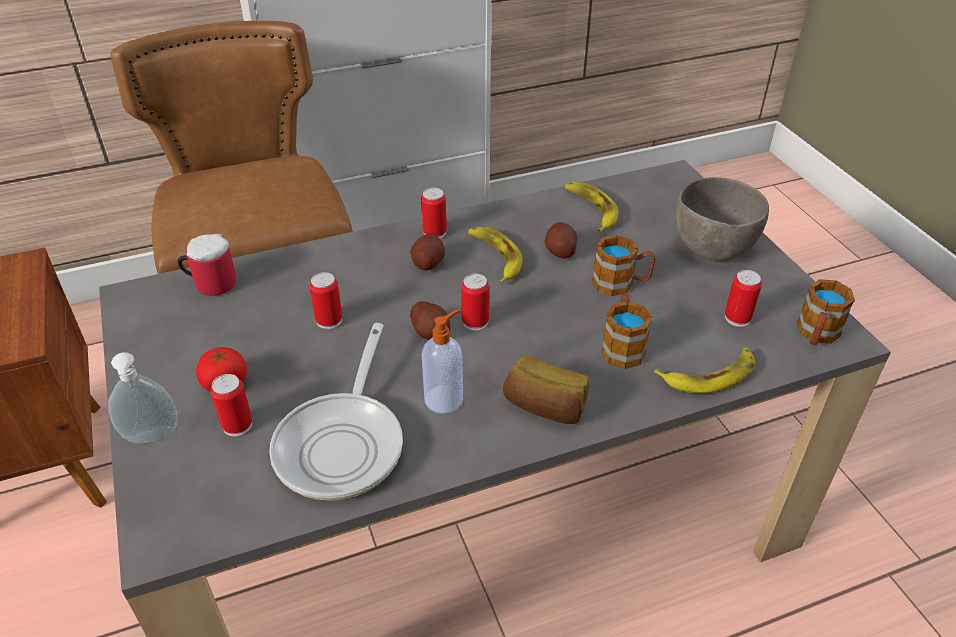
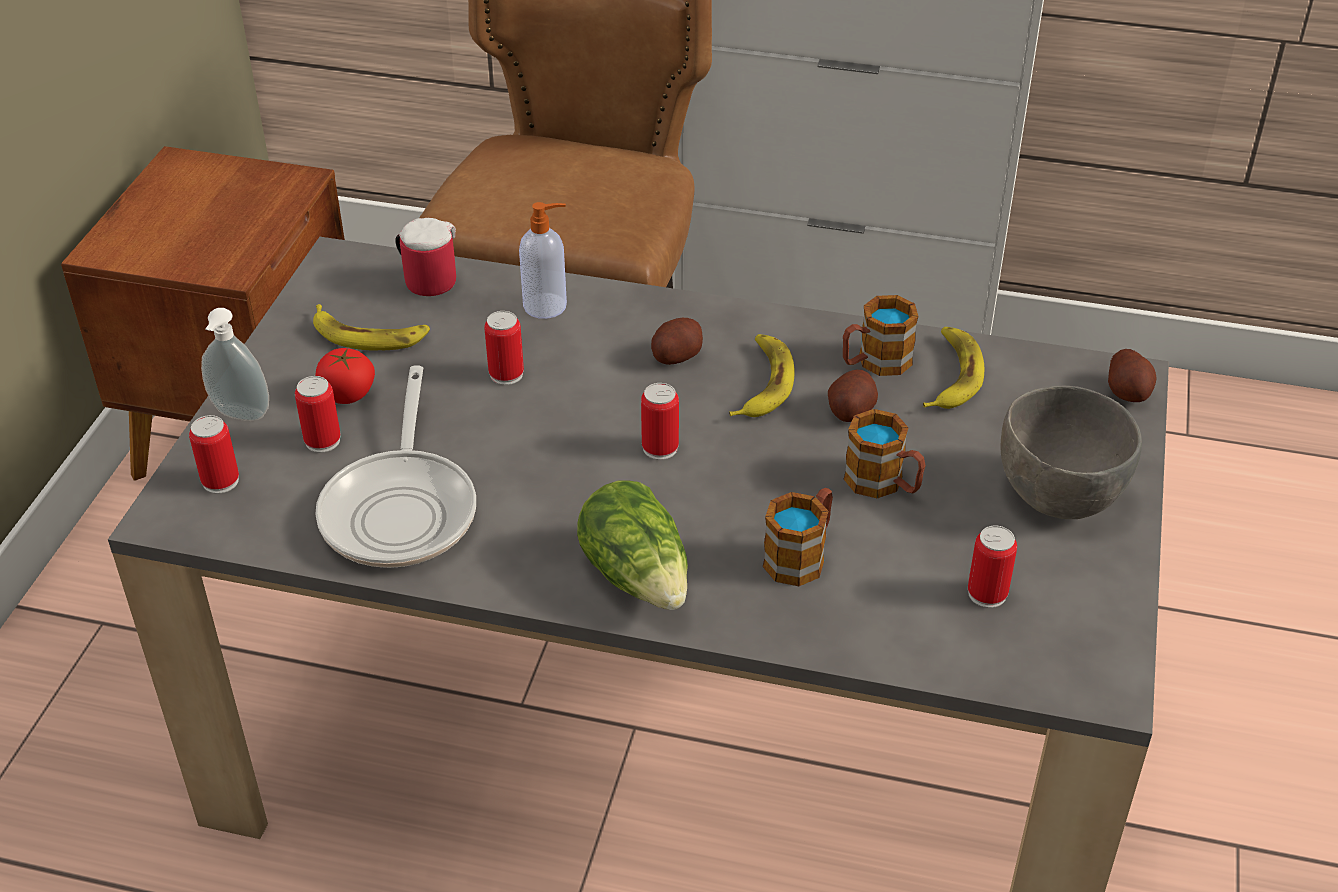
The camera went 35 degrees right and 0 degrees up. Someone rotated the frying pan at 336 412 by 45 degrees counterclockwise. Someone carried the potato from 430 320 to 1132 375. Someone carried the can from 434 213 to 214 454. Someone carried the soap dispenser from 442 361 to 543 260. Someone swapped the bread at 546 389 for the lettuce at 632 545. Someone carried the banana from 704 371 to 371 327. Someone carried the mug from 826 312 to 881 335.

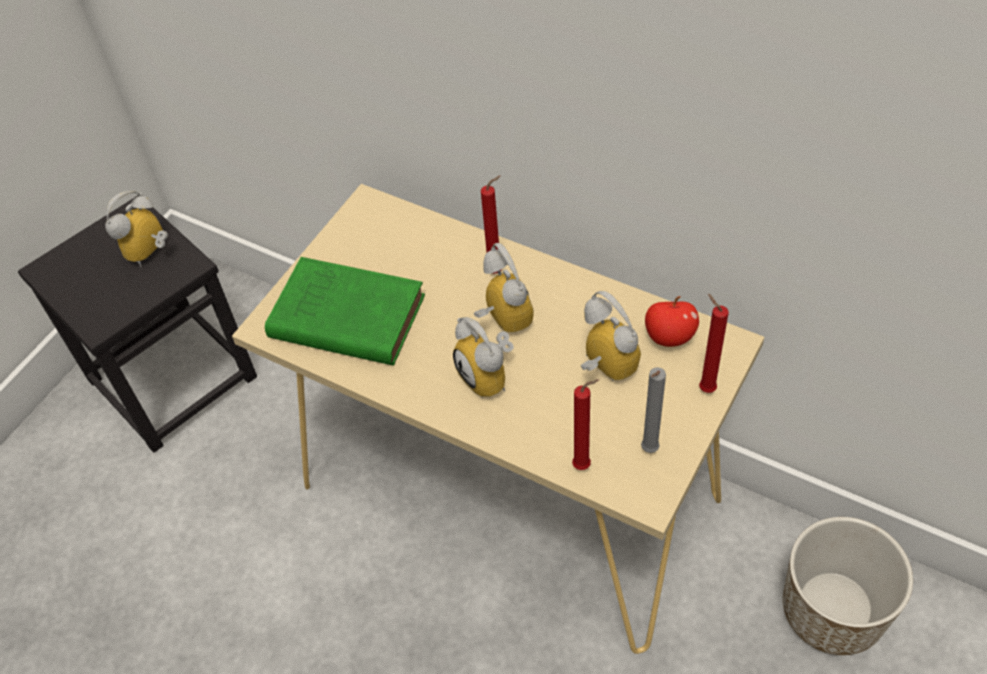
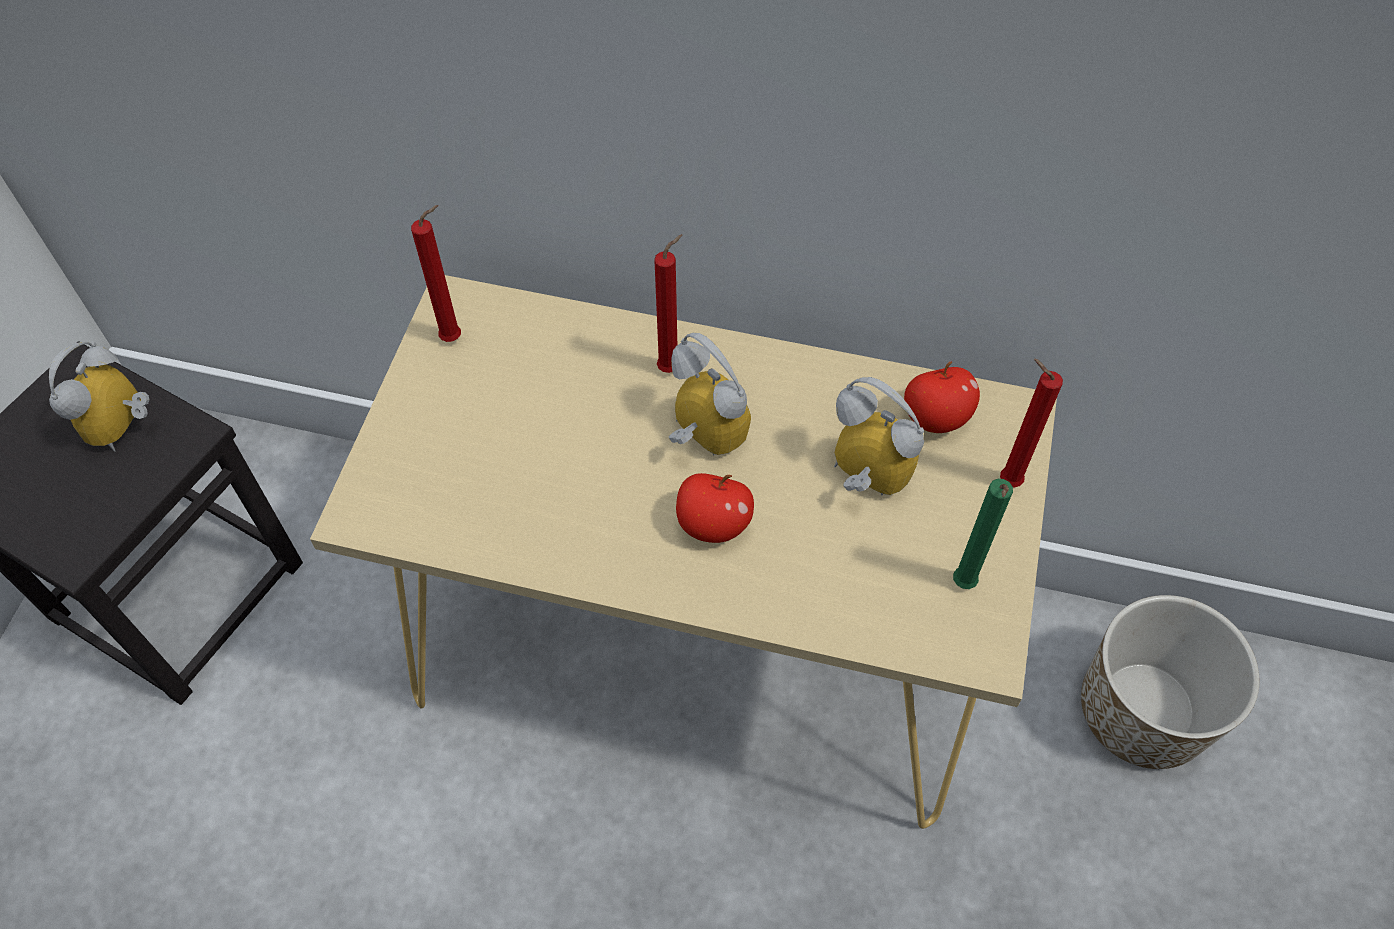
The camera went 20 degrees left and 5 degrees up. Someone took away the green book at 345 311. Someone swapped the alarm clock at 483 357 for the apple at 715 508. Someone carried the red candle from 585 424 to 436 273. Someone repainted the grey candle at 653 410, which became the green candle at 983 534.

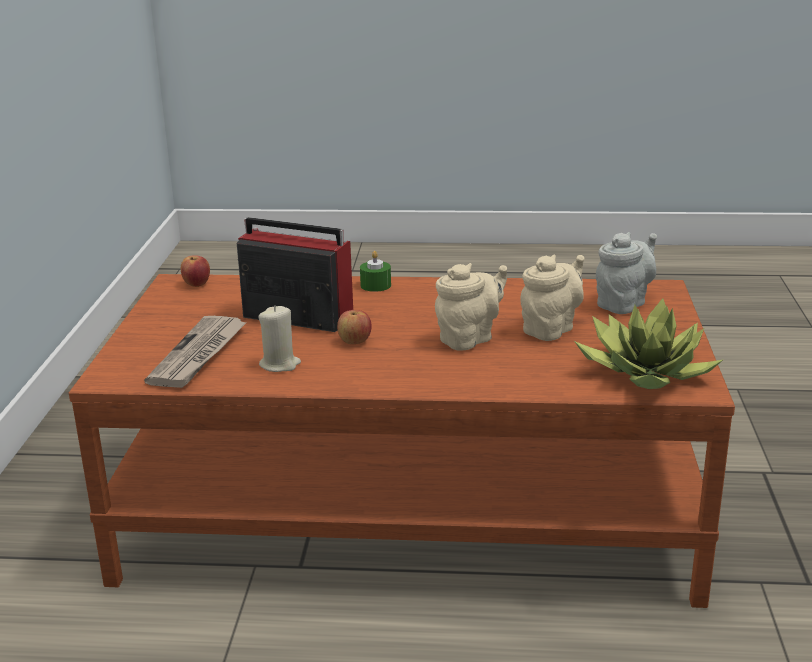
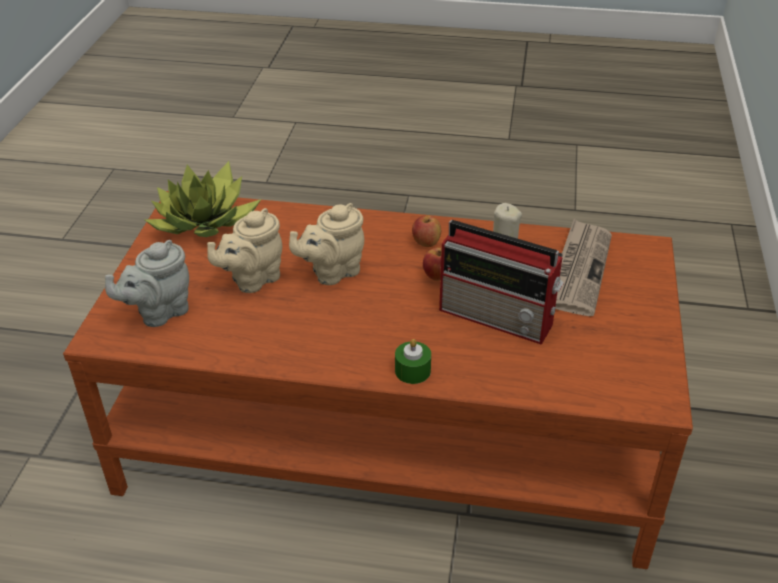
The camera went 175 degrees left and 15 degrees up. Someone carried the apple from 195 271 to 426 231.

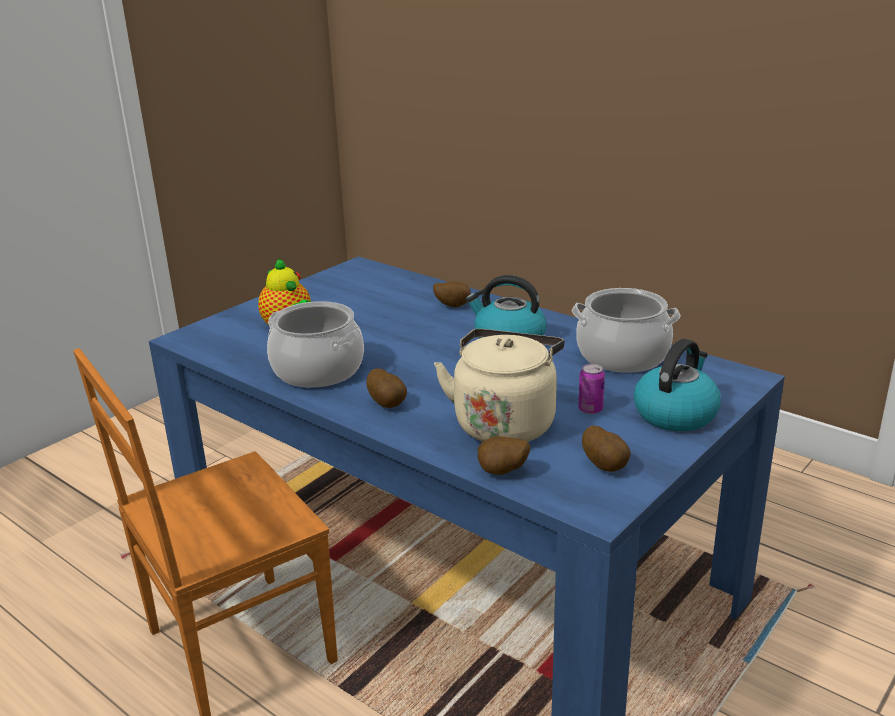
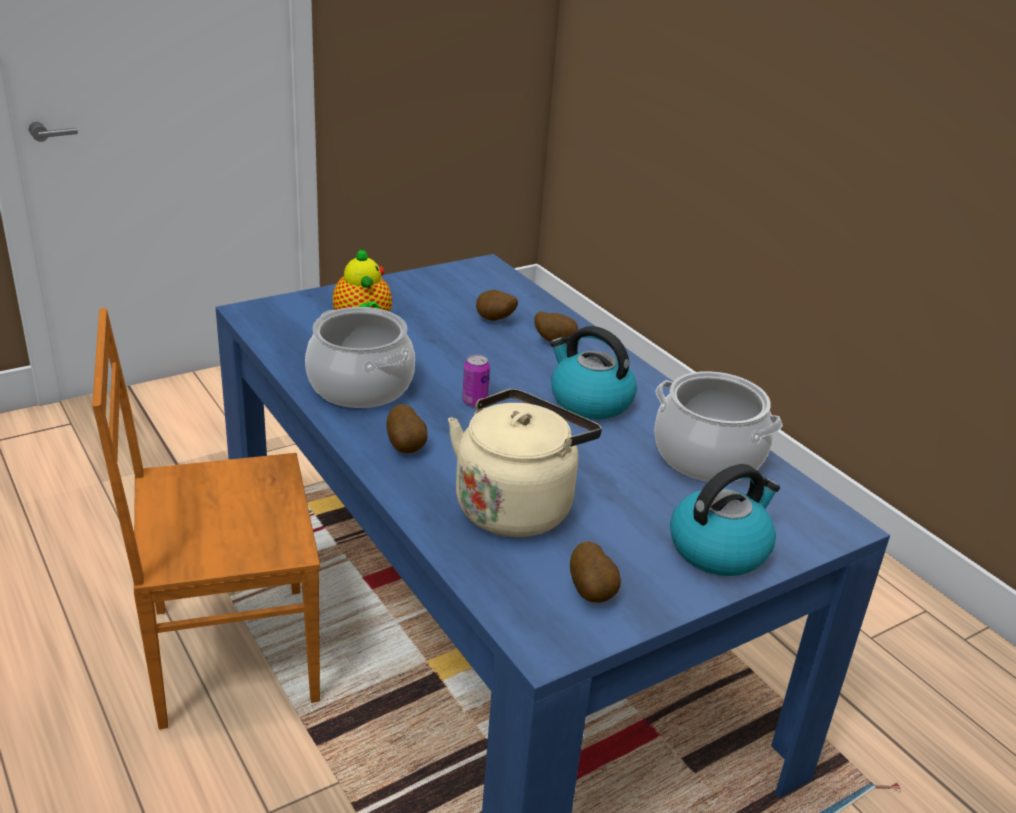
The camera went 15 degrees right and 5 degrees up. Someone carried the potato from 503 455 to 497 305. Someone carried the can from 591 389 to 476 381.

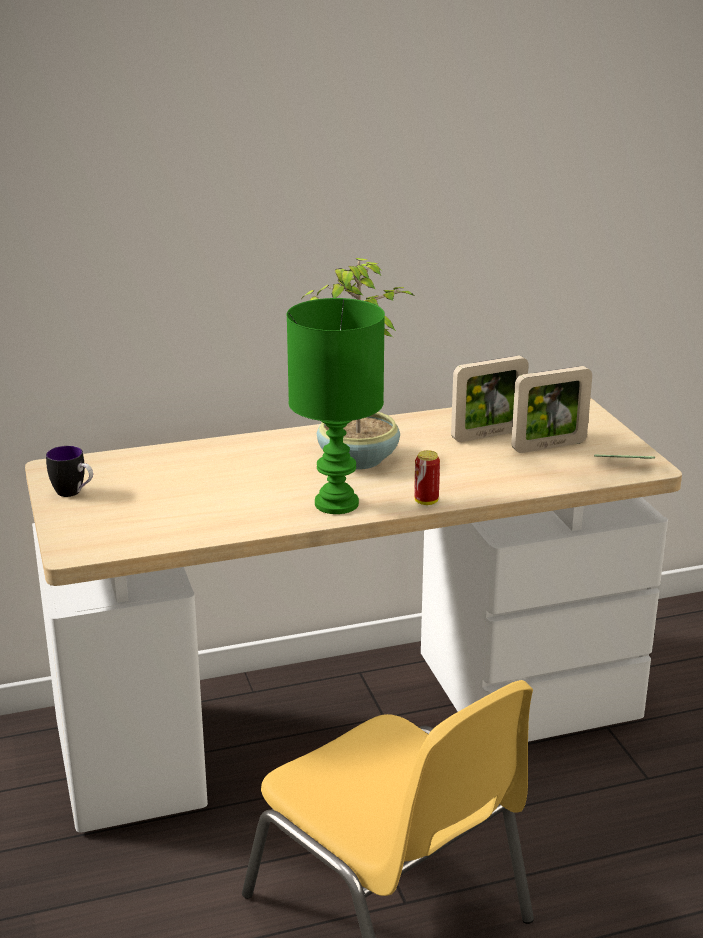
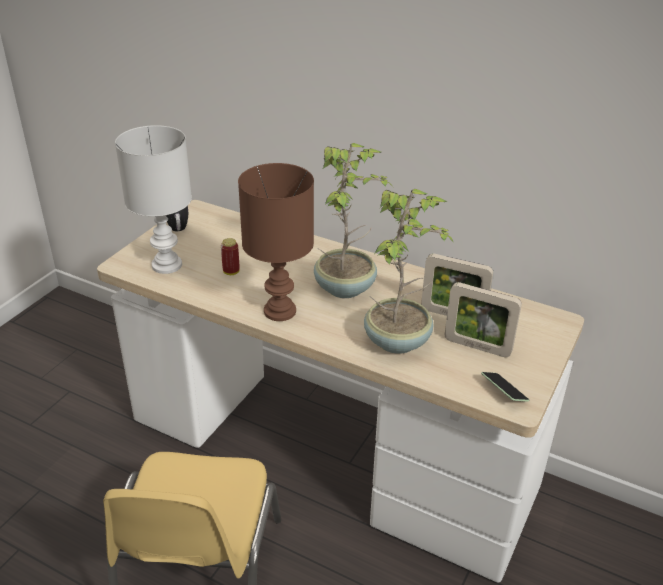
The camera went 45 degrees right and 10 degrees up. Someone repainted the green table lamp at 335 406, which became the brown table lamp at 276 242. Someone carried the can from 427 477 to 230 256. Someone put down the white table lamp at 153 199. Someone put down the potted plant at 408 271.

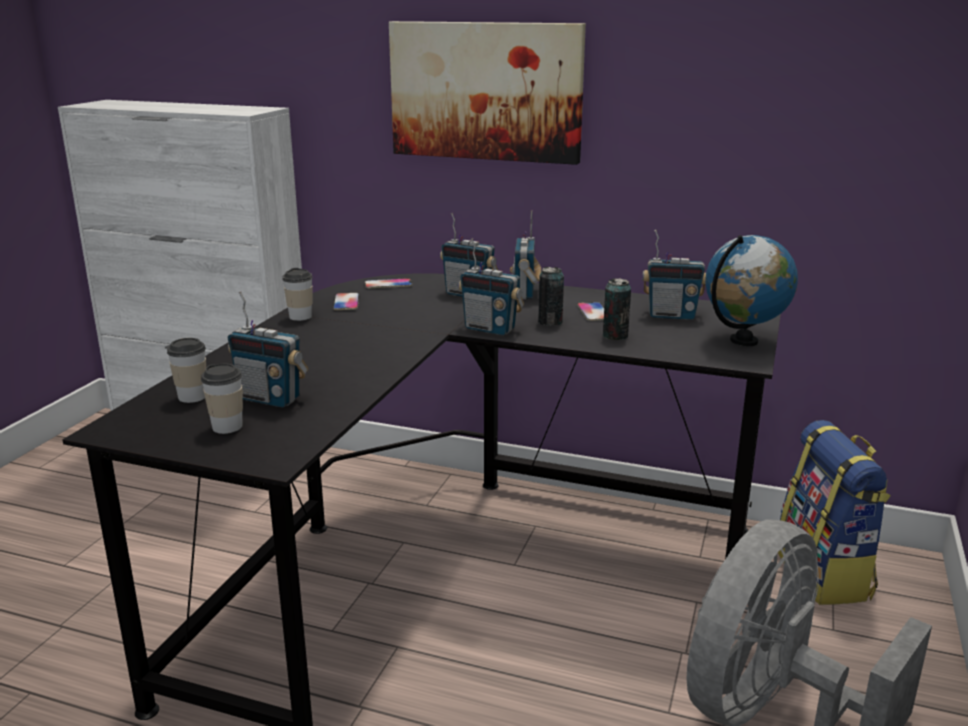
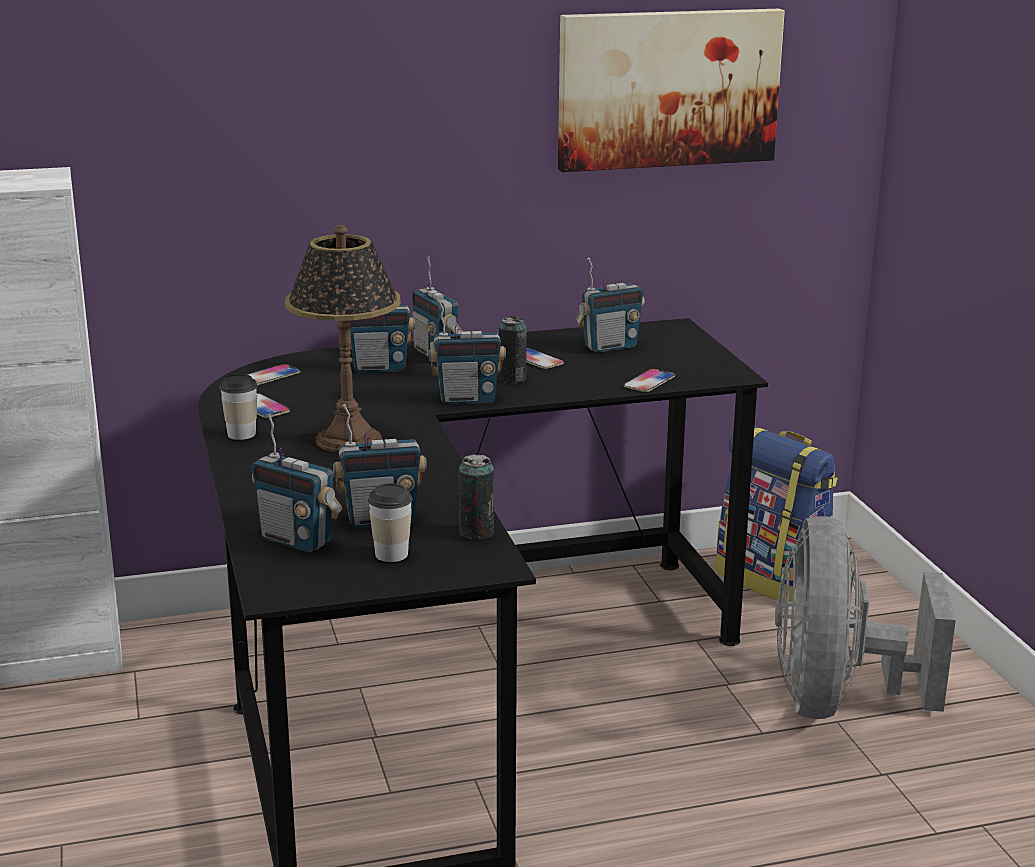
The camera went 35 degrees left and 0 degrees up. Someone swapped the cup at 186 370 for the radio at 297 482. Someone carried the picture from 487 93 to 671 90. Someone carried the can from 616 309 to 476 496. Someone took away the globe at 751 290. Someone put down the table lamp at 343 339. Someone put down the phone at 649 380.

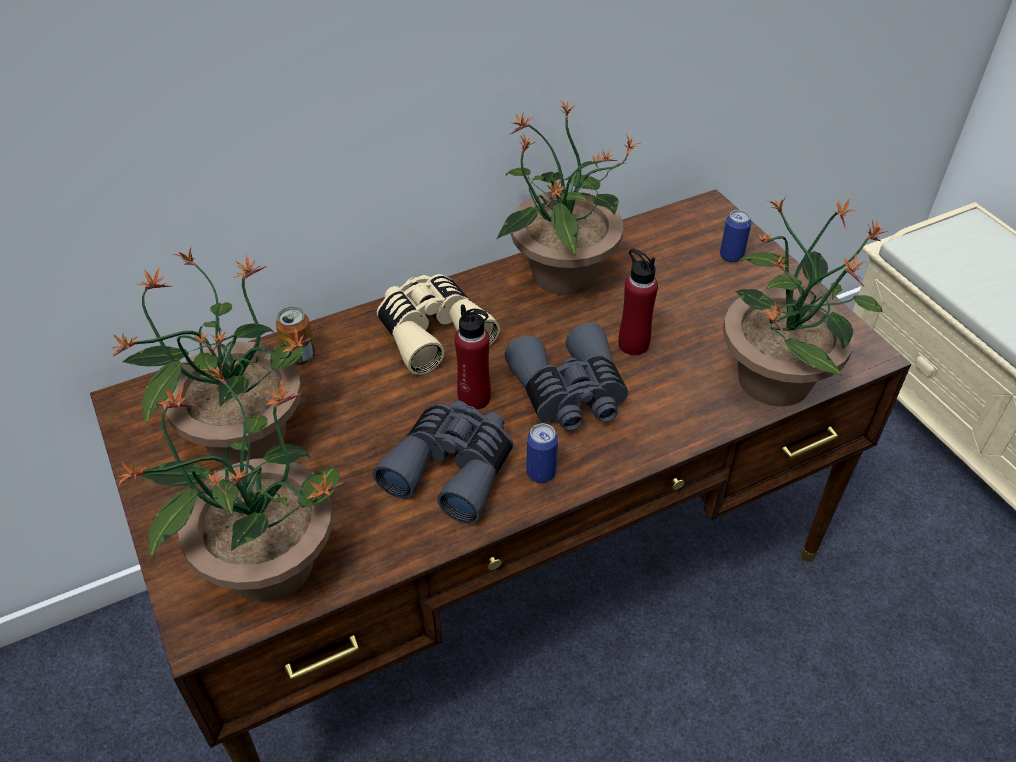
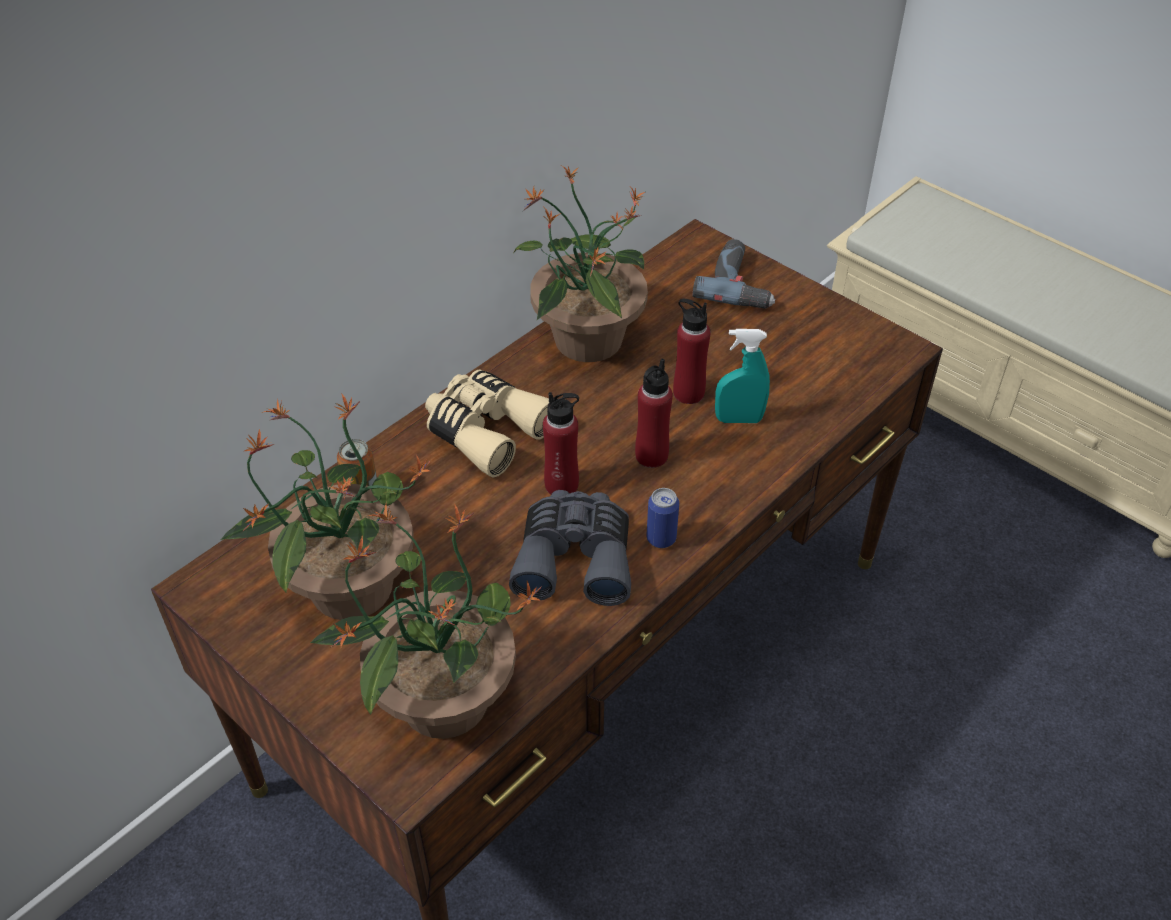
The camera went 20 degrees left and 0 degrees up. Someone swapped the grey binoculars at 566 376 for the red bottle at 654 413. Someone swapped the can at 736 236 for the power drill at 734 274. Someone took away the potted plant at 805 302. Someone put down the turquoise spray bottle at 742 376.

